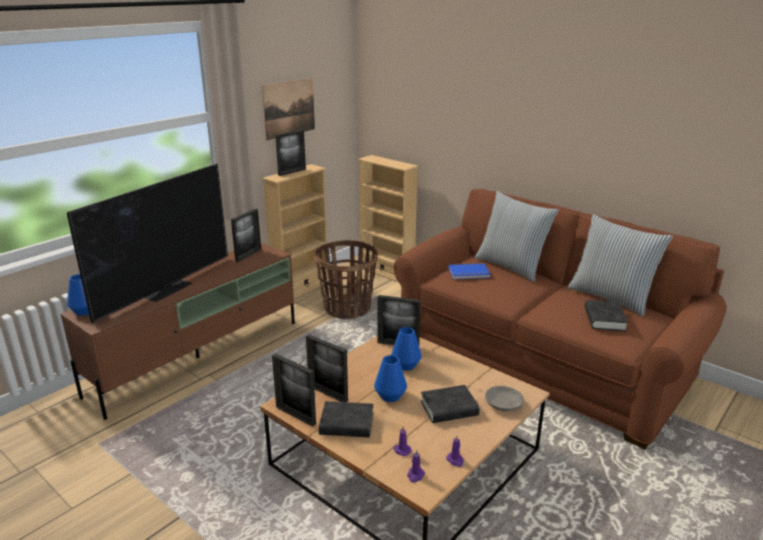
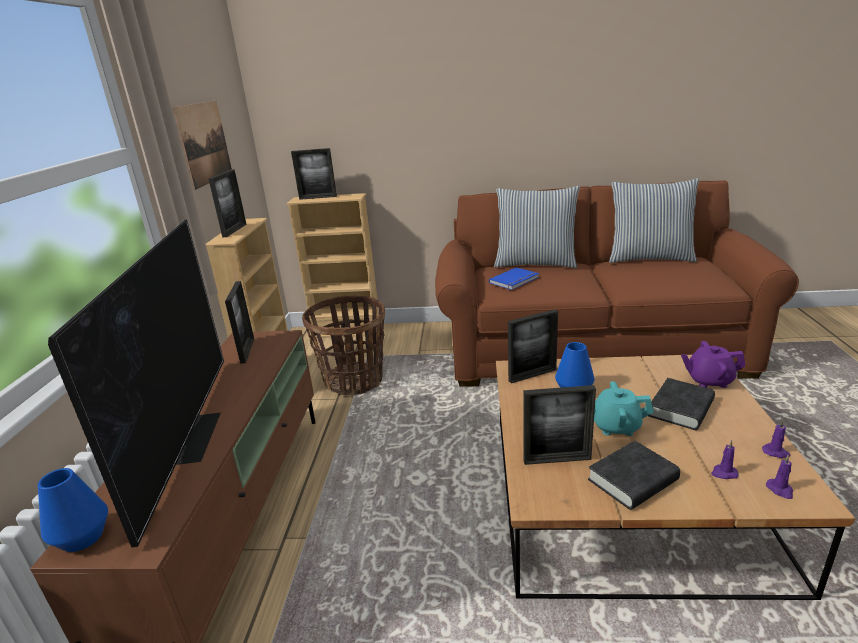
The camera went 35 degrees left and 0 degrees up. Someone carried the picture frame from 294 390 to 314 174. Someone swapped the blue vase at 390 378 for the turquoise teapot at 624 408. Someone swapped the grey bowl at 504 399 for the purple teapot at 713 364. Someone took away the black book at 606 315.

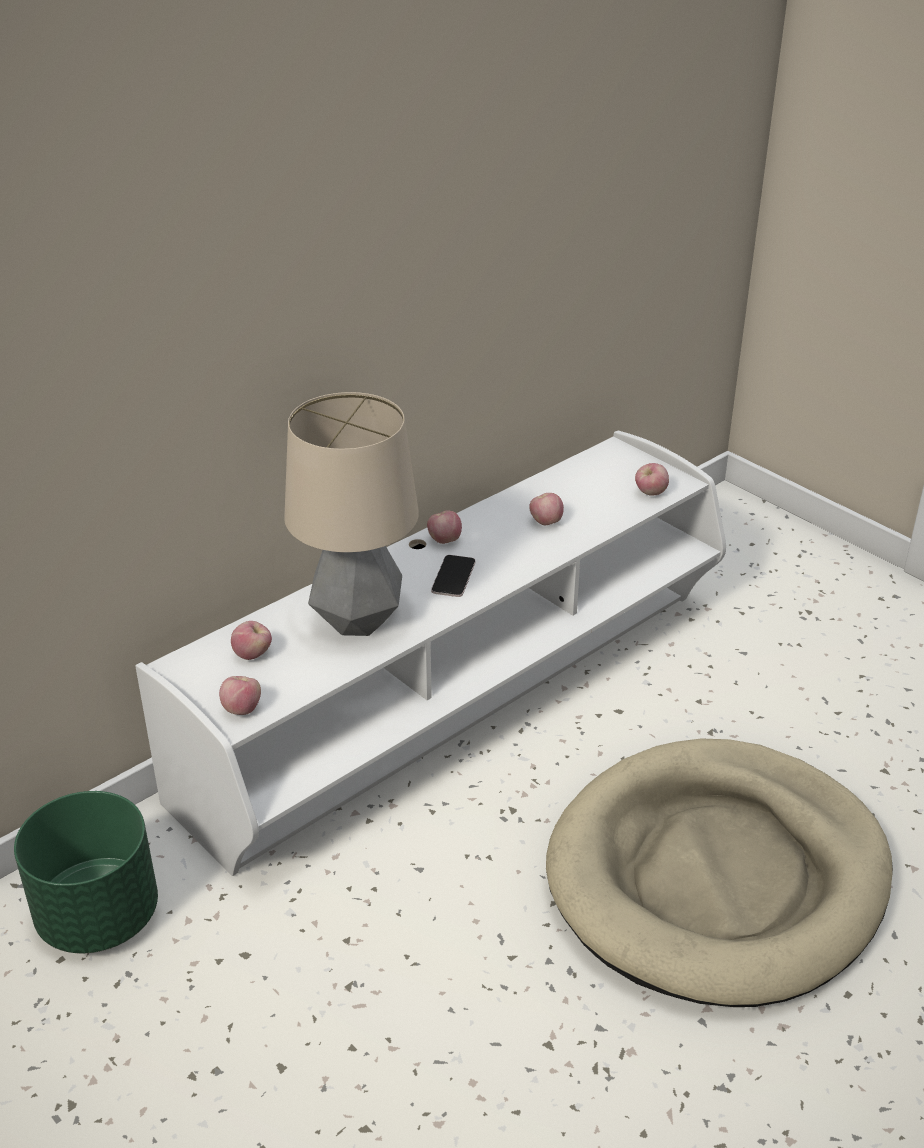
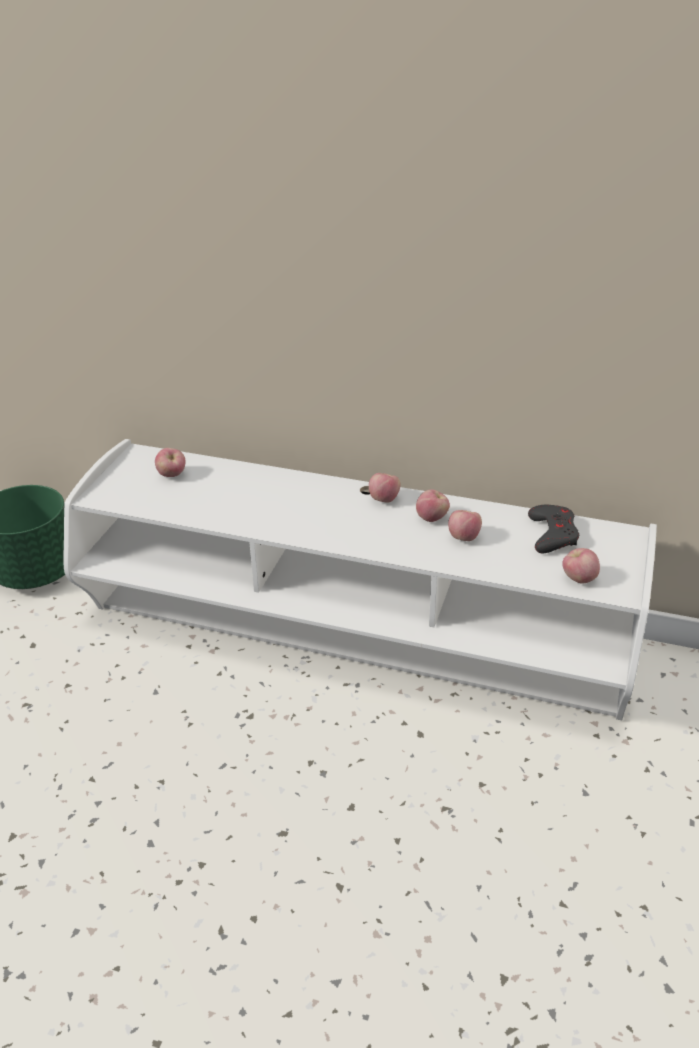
The camera went 60 degrees right and 0 degrees up. Someone carried the apple from 240 695 to 433 505. Someone took away the table lamp at 351 514. Someone took away the phone at 453 576. Someone took away the beige dog bed at 719 873. Someone put down the grey game controller at 553 529.

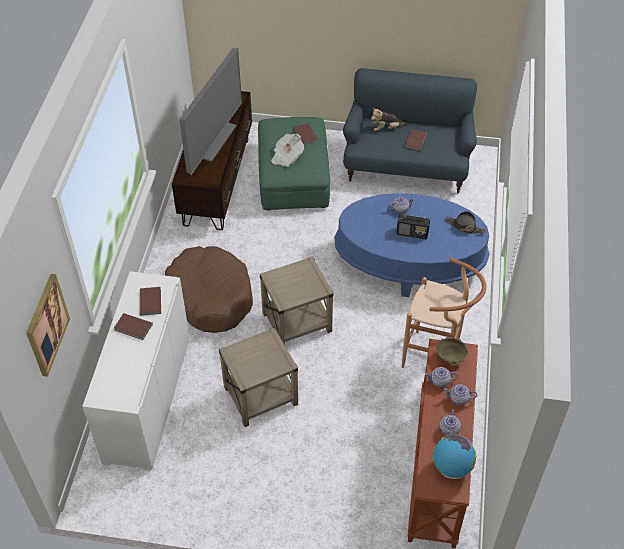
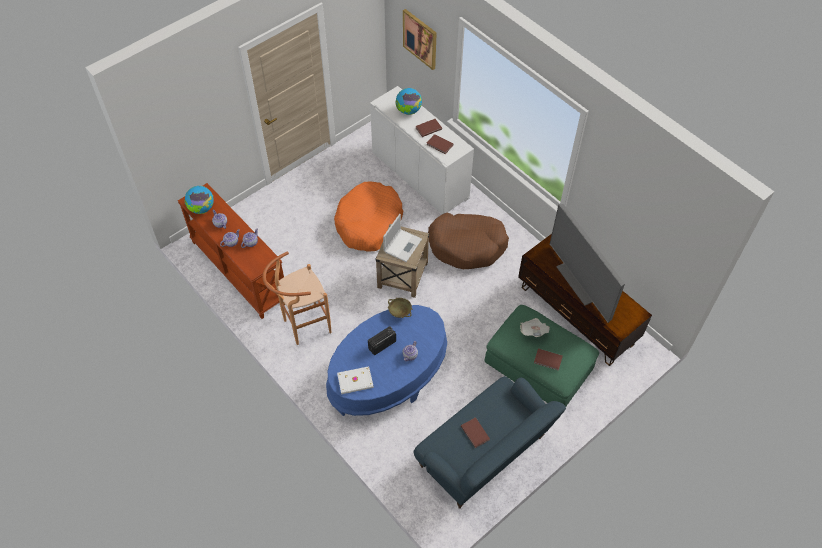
The camera went 130 degrees right and 5 degrees up. Someone swapped the beige side table at 258 377 for the orange dog bed at 368 216. Someone took away the plush toy at 388 119. Someone carried the beige bowl from 452 350 to 400 308. Someone swapped the black hat at 465 222 for the white book at 355 380. Someone put down the laptop at 402 238. Someone put down the globe at 409 101.

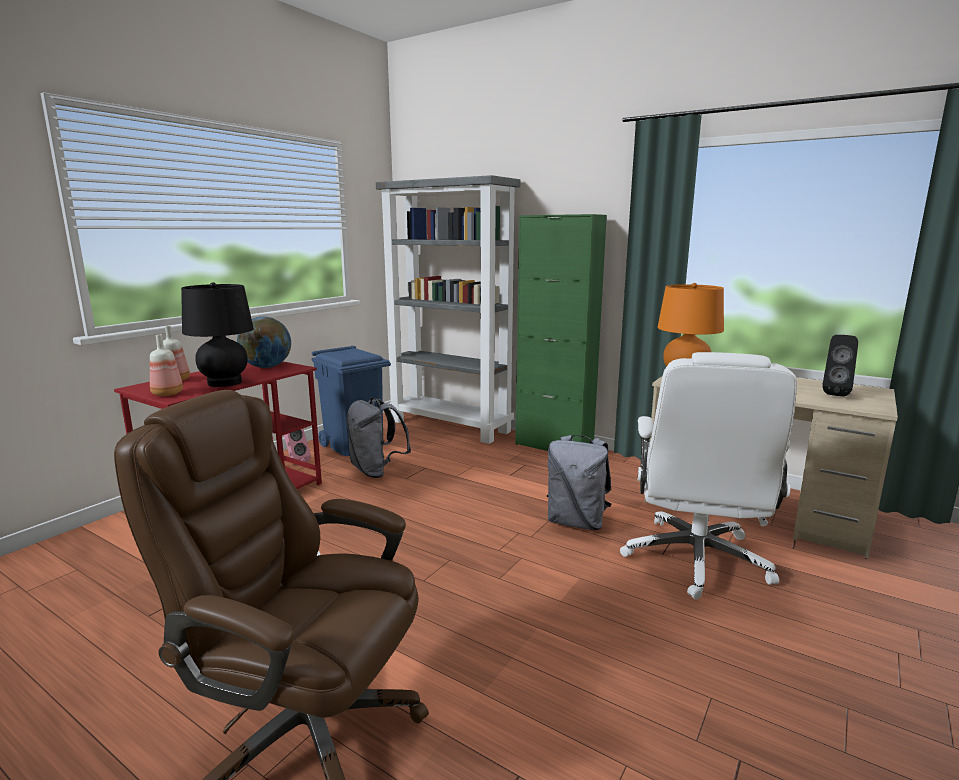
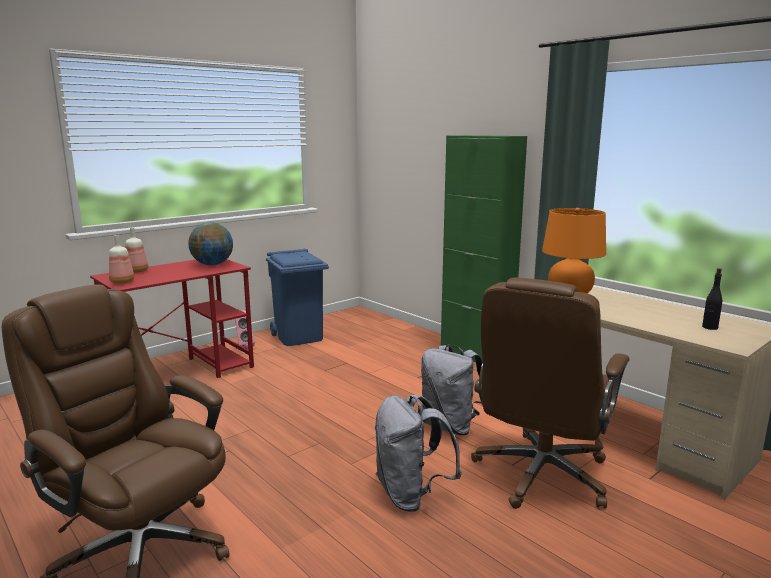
The camera went 15 degrees right and 0 degrees up. Someone took away the black table lamp at 217 334. Someone carried the grey backpack from 378 438 to 418 453. Someone took away the grey bookcase at 448 309. Someone repainted the white office chair at 708 476, which became the brown office chair at 550 393. Someone swapped the black speaker at 840 365 for the black bottle at 712 299.

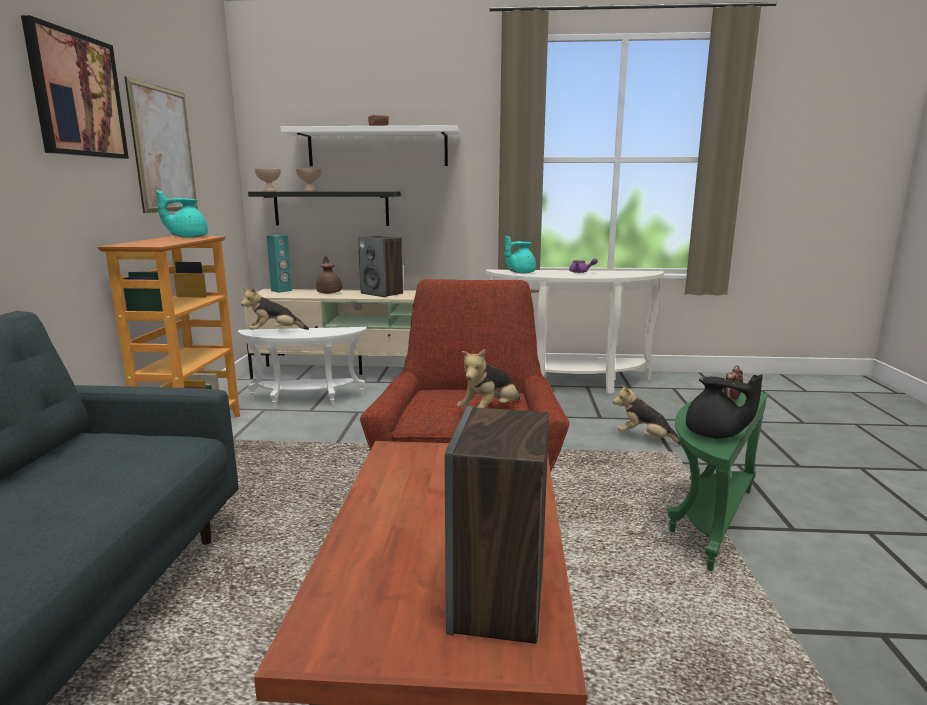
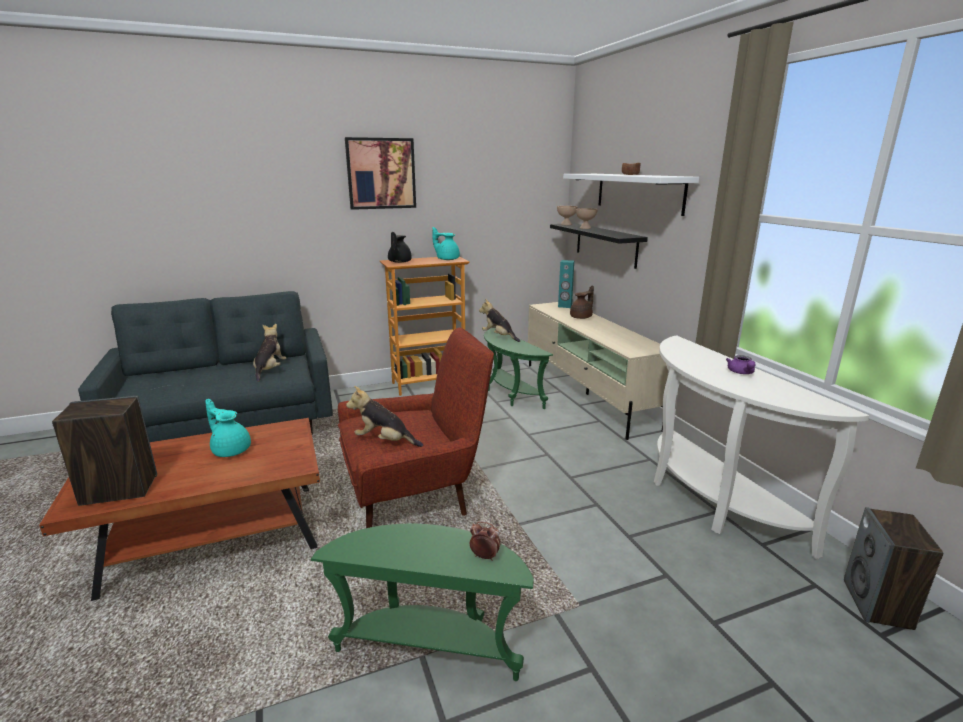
The camera went 65 degrees right and 5 degrees up. Someone took away the picture at 161 144. Someone repainted the white side table at 302 368, which became the green side table at 518 368. Someone carried the speaker from 380 266 to 894 568. Someone carried the turquoise teapot from 520 254 to 228 428. Someone carried the plush toy from 646 414 to 269 353. Someone carried the black teapot from 724 406 to 400 247.

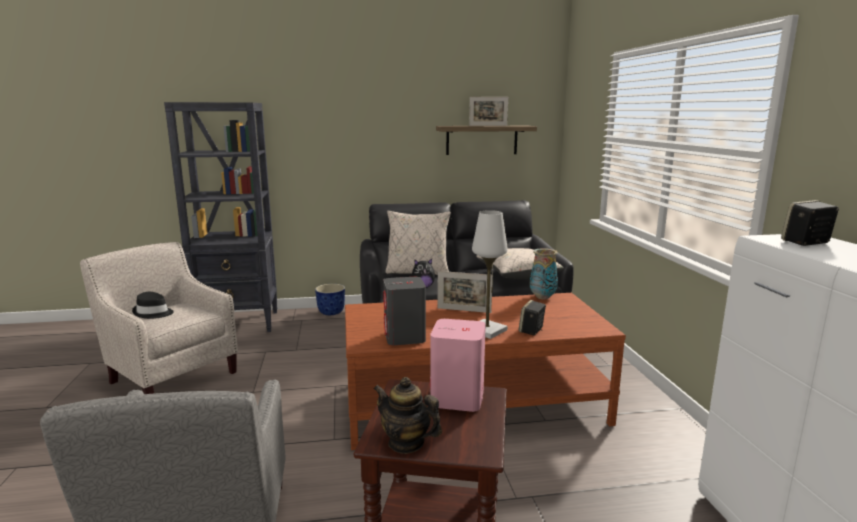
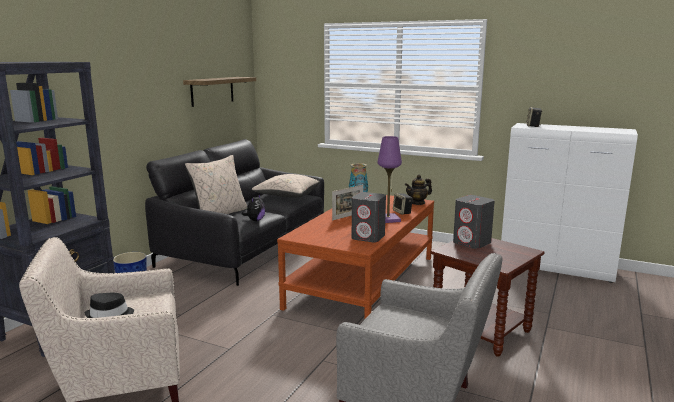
The camera went 55 degrees left and 0 degrees up. Someone carried the teapot from 407 415 to 418 190. Someone repainted the pink speaker at 458 365, which became the grey speaker at 474 222. Someone took away the picture frame at 488 111. Someone repainted the white table lamp at 490 274, which became the purple table lamp at 390 179.

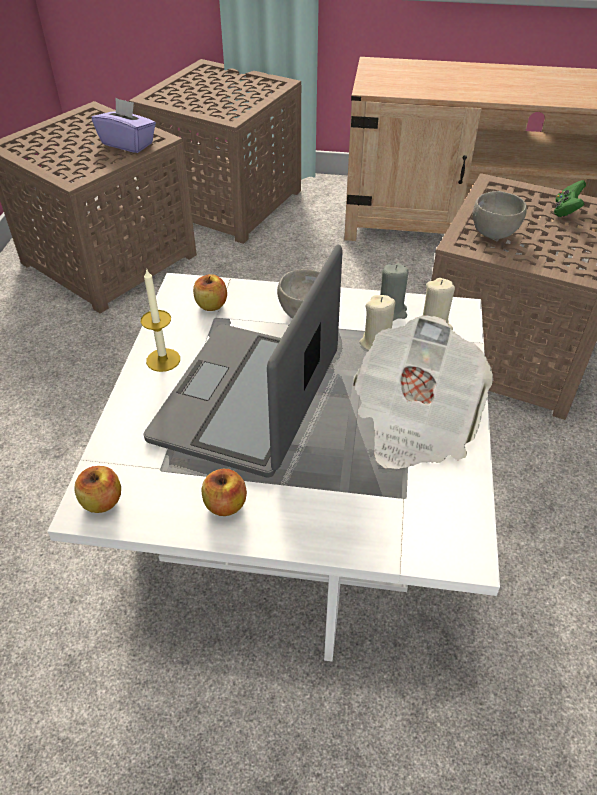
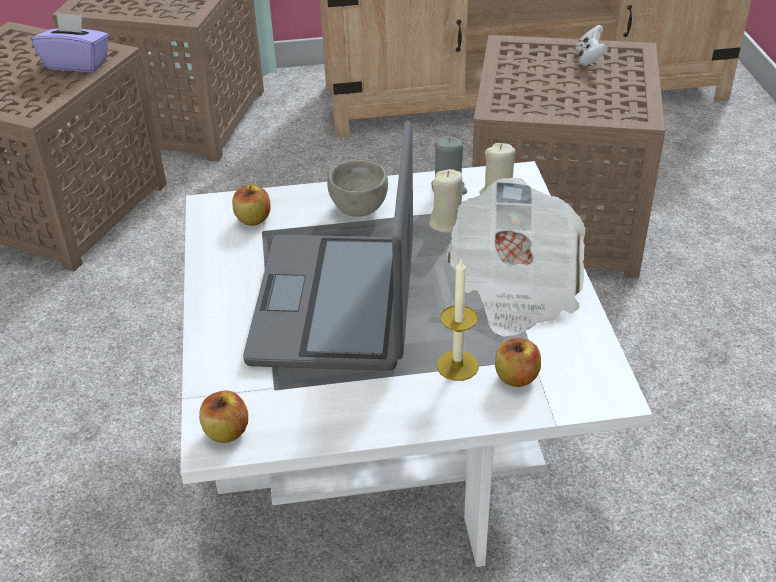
The camera went 15 degrees left and 5 degrees down. Someone carried the candle from 160 320 to 458 320. Someone carried the apple from 224 492 to 518 362. Someone took away the grey bowl at 499 215. Someone repainted the green game controller at 570 198, which became the white game controller at 592 45.

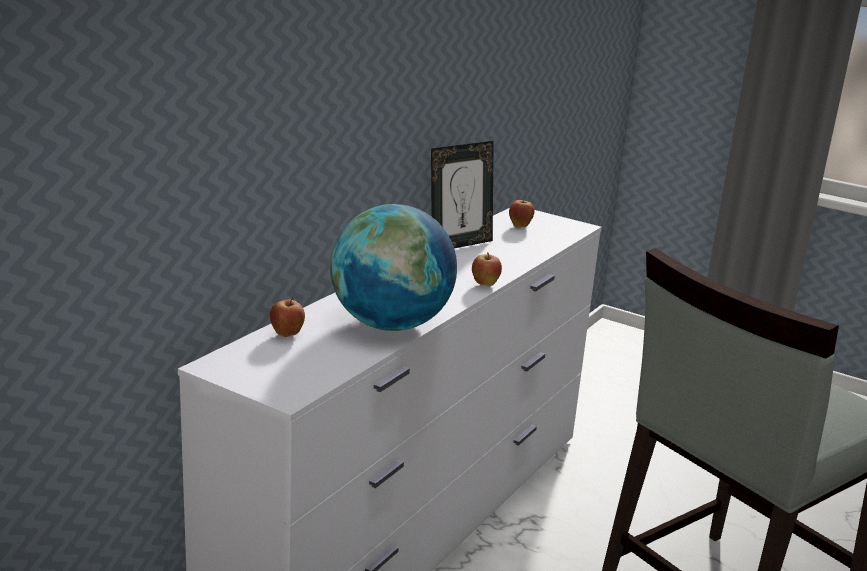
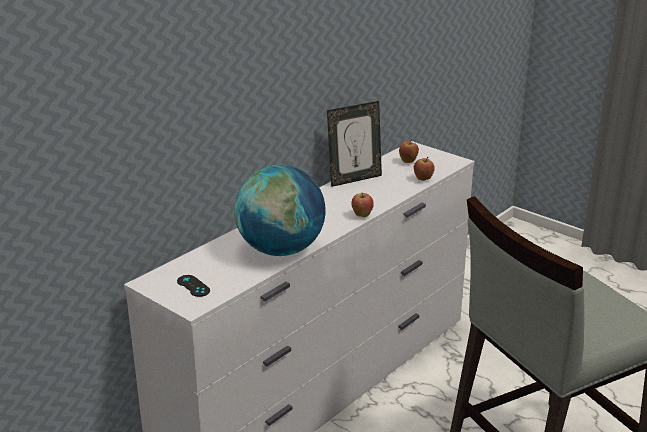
The camera went 10 degrees right and 5 degrees up. Someone carried the apple from 287 317 to 424 169. Someone put down the black game controller at 193 286.

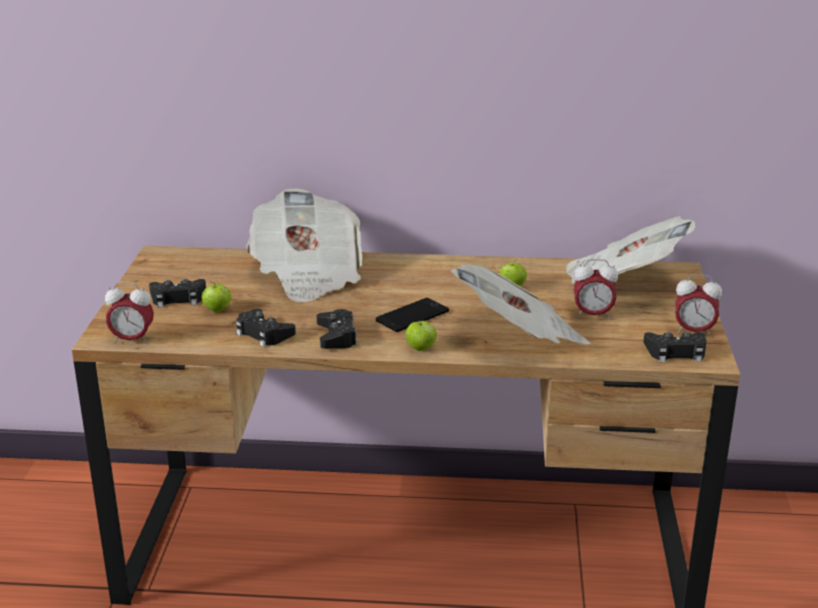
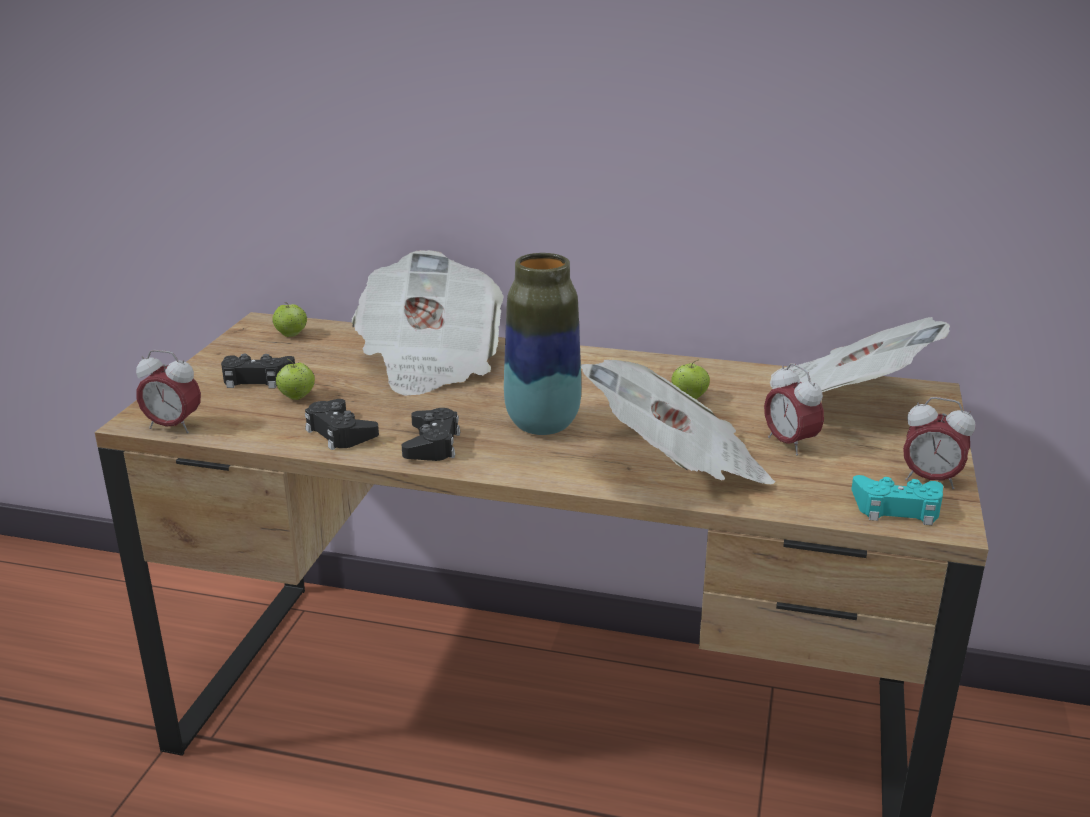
The camera went 10 degrees right and 0 degrees up. Someone swapped the phone at 412 315 for the vase at 542 344. Someone carried the apple from 421 336 to 289 320. Someone rotated the alarm clock at 596 289 by 45 degrees clockwise. Someone repainted the black game controller at 675 347, which became the turquoise game controller at 897 500.

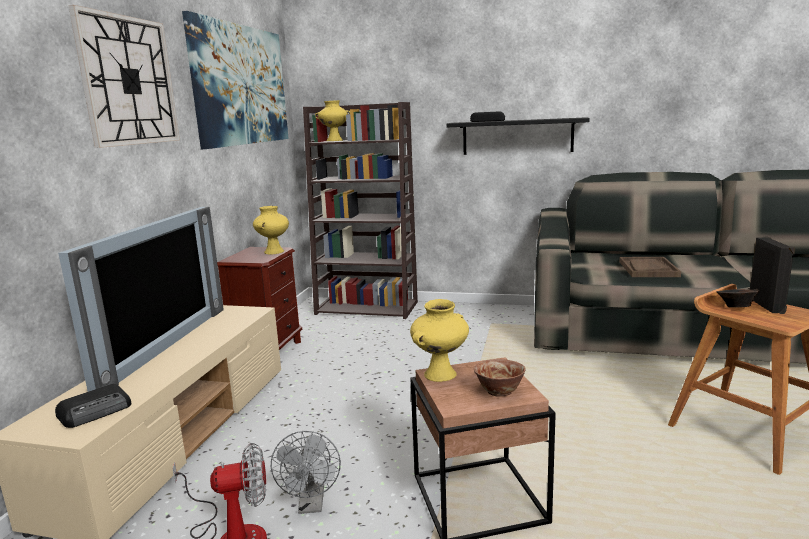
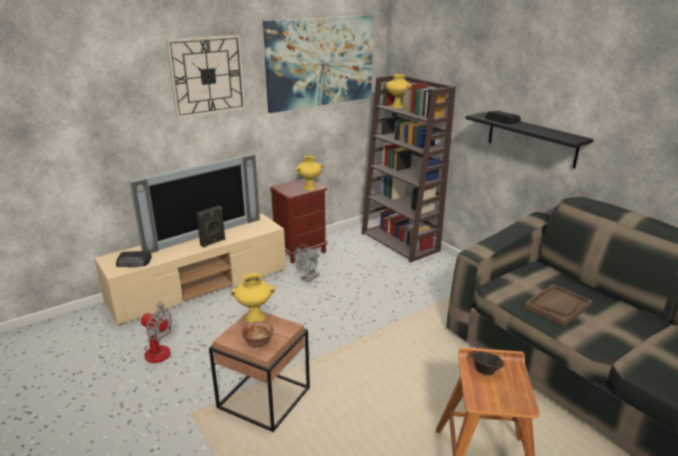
The camera went 40 degrees right and 10 degrees up. Someone carried the grey fan from 306 472 to 306 263. Someone carried the black speaker from 772 275 to 211 227.

